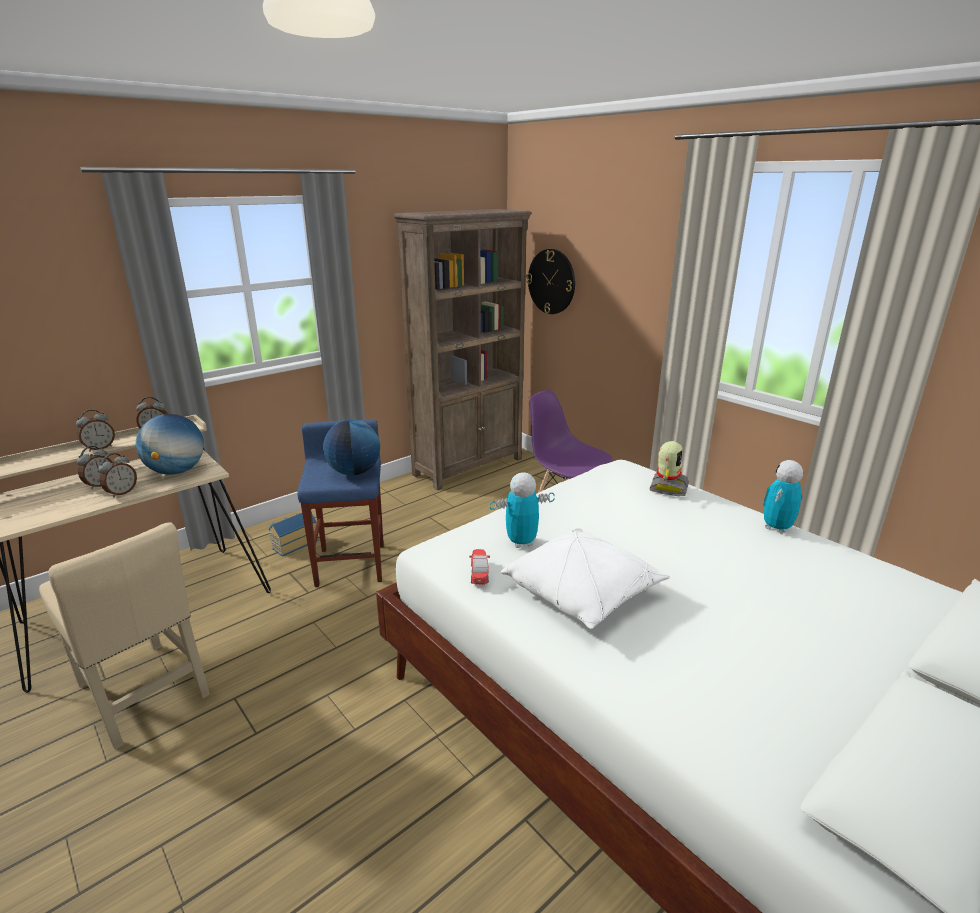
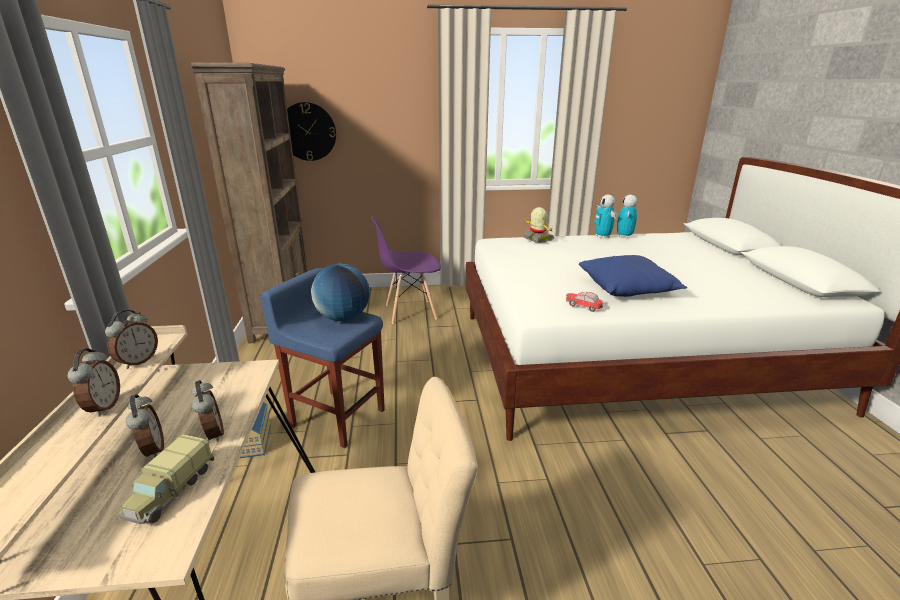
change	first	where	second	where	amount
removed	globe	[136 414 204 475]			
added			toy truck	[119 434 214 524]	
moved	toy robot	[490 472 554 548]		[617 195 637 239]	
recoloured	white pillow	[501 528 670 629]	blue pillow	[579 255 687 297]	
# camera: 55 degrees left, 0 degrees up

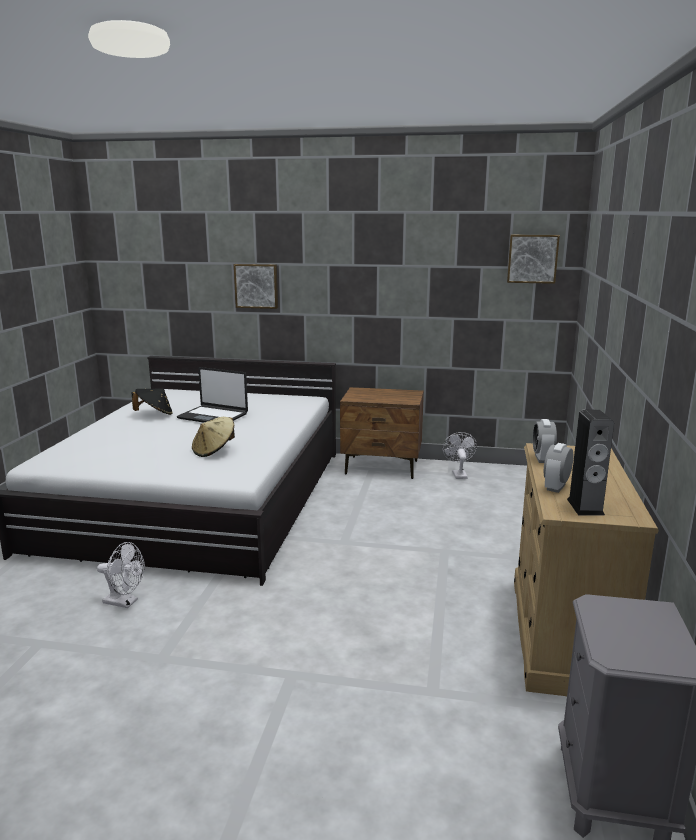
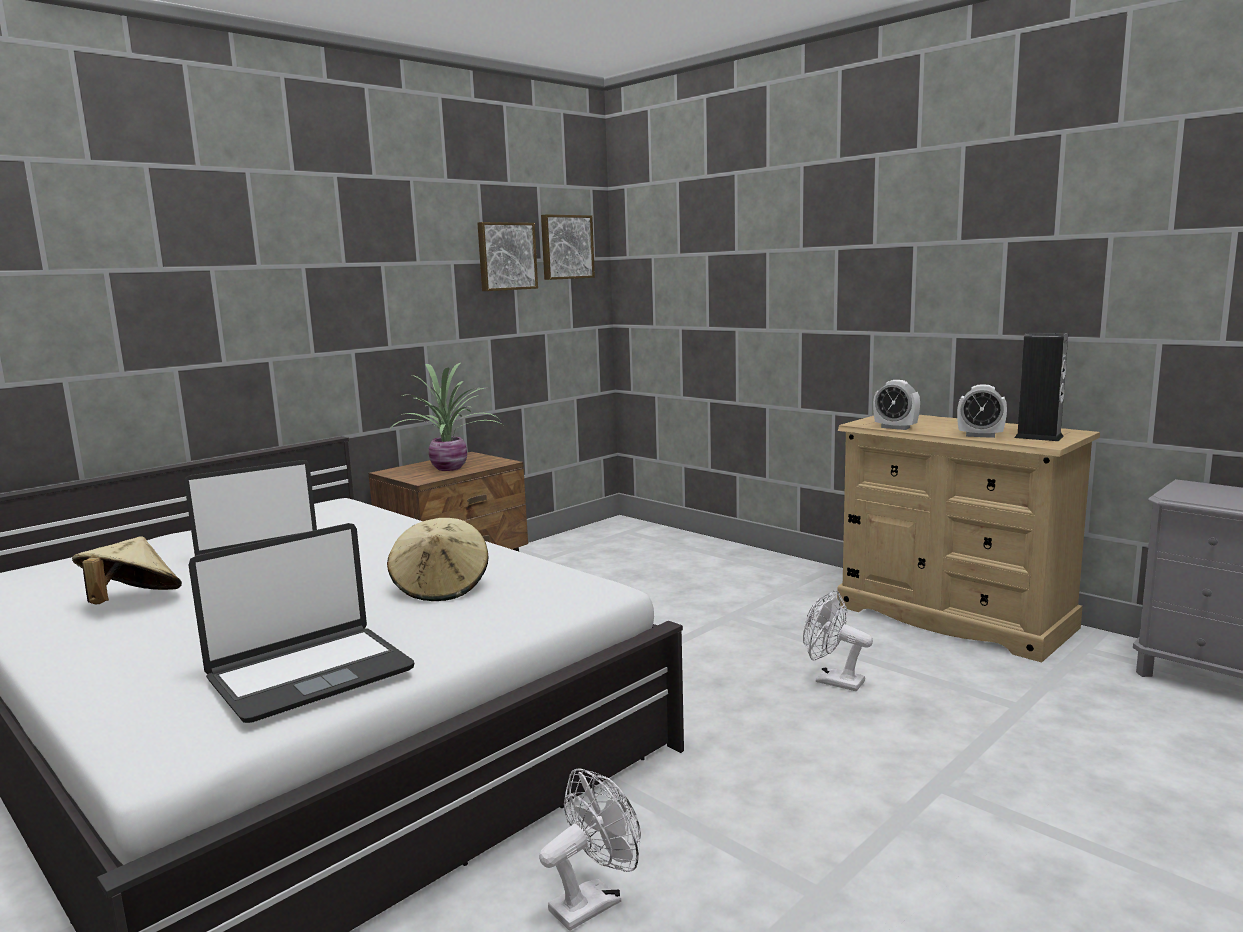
change	first	where	second	where	amount
added			laptop	[189 523 414 723]	
added			potted plant	[391 363 503 471]	
moved	picture	[234 264 278 309]		[477 222 538 291]	
moved	white fan	[443 432 477 479]		[803 590 873 691]	
recoloured	black hat	[132 388 173 415]	beige hat	[72 536 182 605]	
turned	alarm clock	[544 443 573 493]		[957 384 1007 438]	45 degrees counterclockwise
# camera: 55 degrees left, 5 degrees down

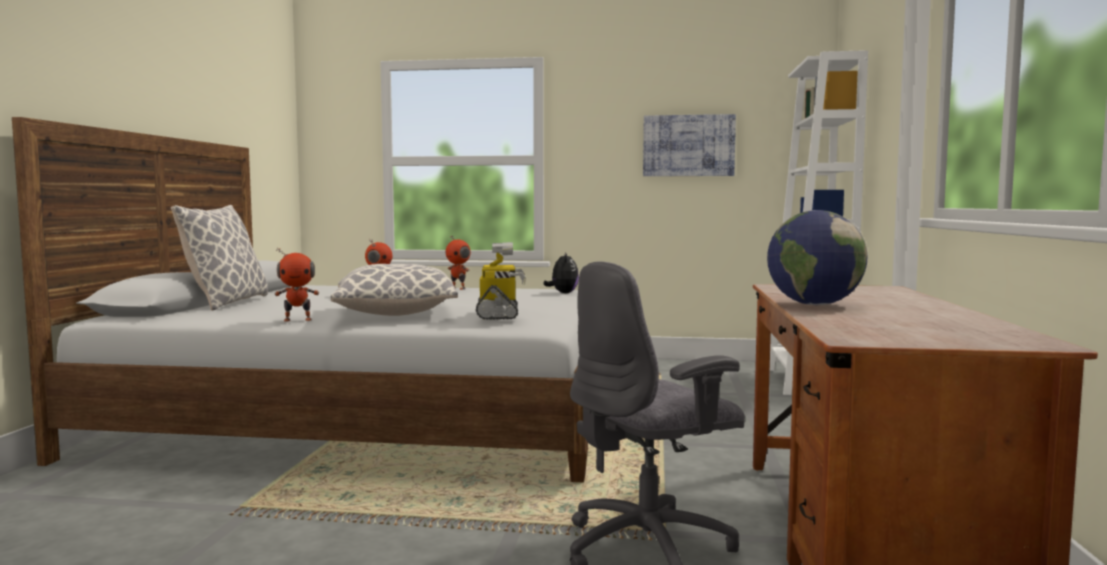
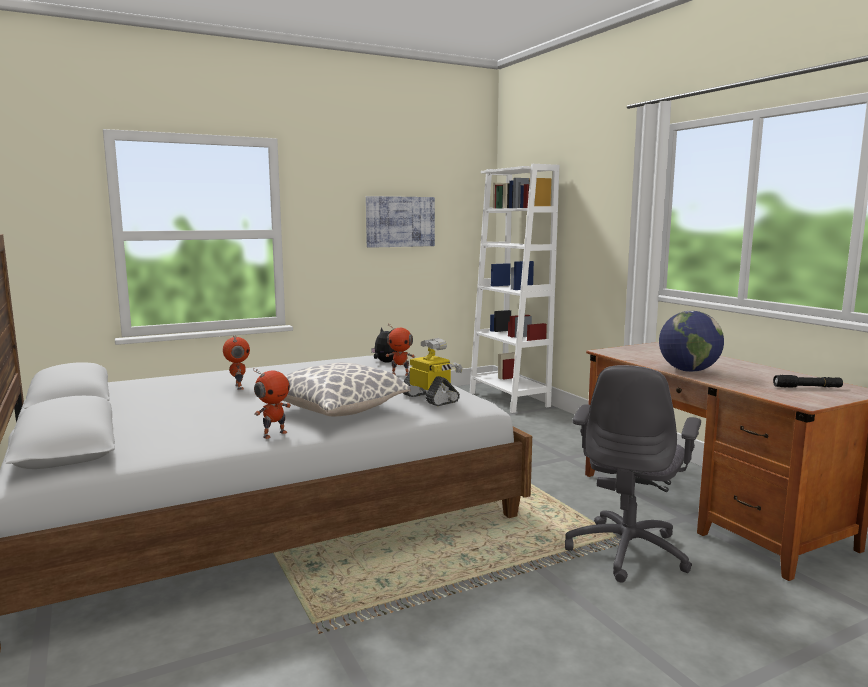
change	first	where	second	where	amount
removed	pillow	[171 205 268 311]			
added			black flashlight	[773 375 843 388]	
moved	toy robot	[446 235 471 290]		[386 323 415 376]	
# camera: 35 degrees left, 5 degrees up

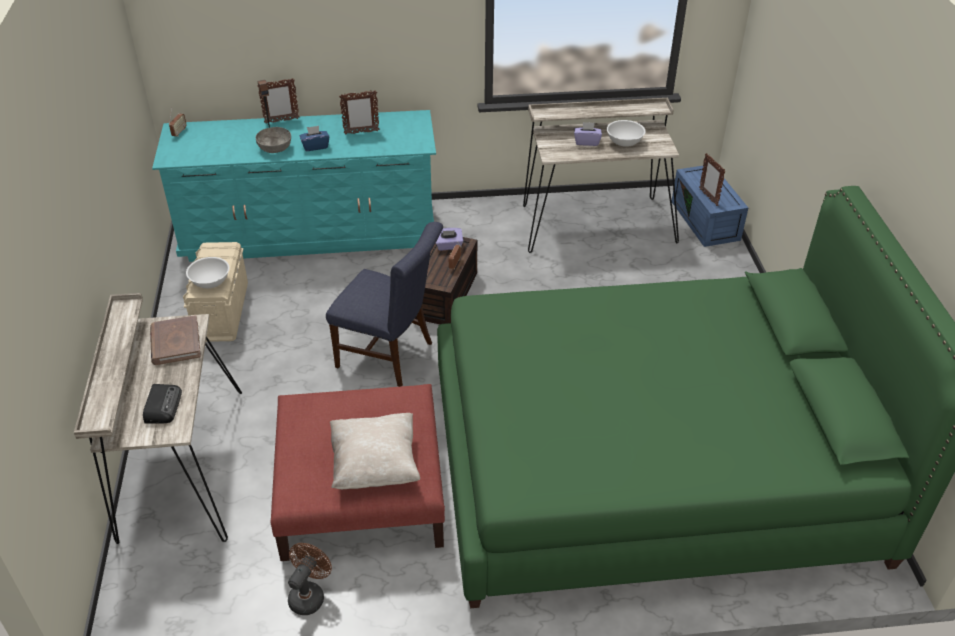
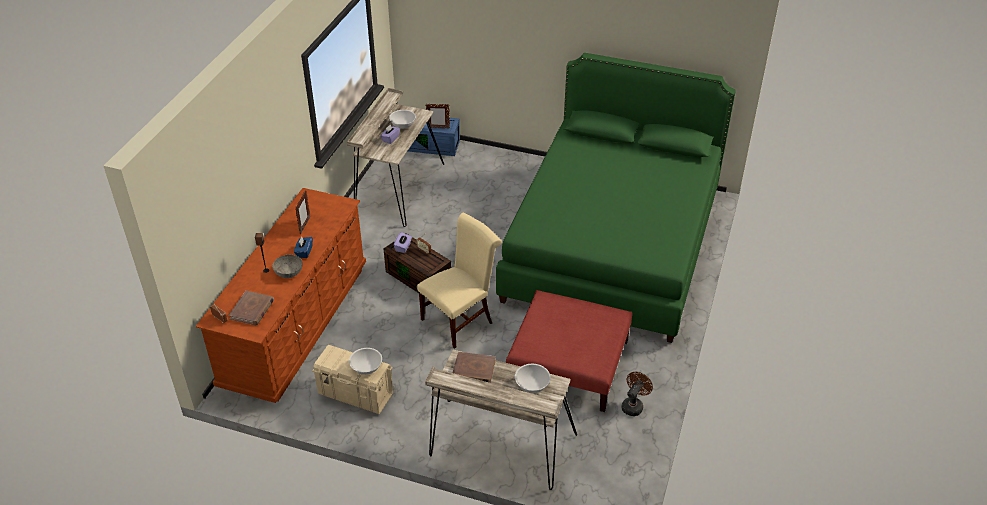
change	first	where	second	where	amount
removed	picture frame	[257 78 299 124]			
removed	beige pillow	[330 413 420 489]			
added			brown book	[229 291 274 325]	
replaced	radio	[143 384 182 423]	white bowl	[515 364 551 393]	
recoloured	turquoise dresser	[152 110 436 262]	brown dresser	[196 188 366 403]	
recoloured	blue chair	[326 222 443 387]	beige chair	[417 212 502 349]	
turned	brown fan	[288 543 332 615]		[621 372 653 416]	75 degrees clockwise
# camera: 65 degrees left, 0 degrees up

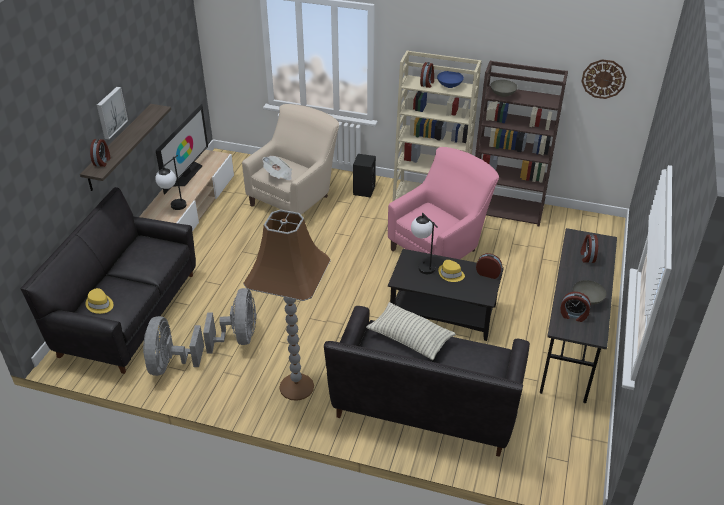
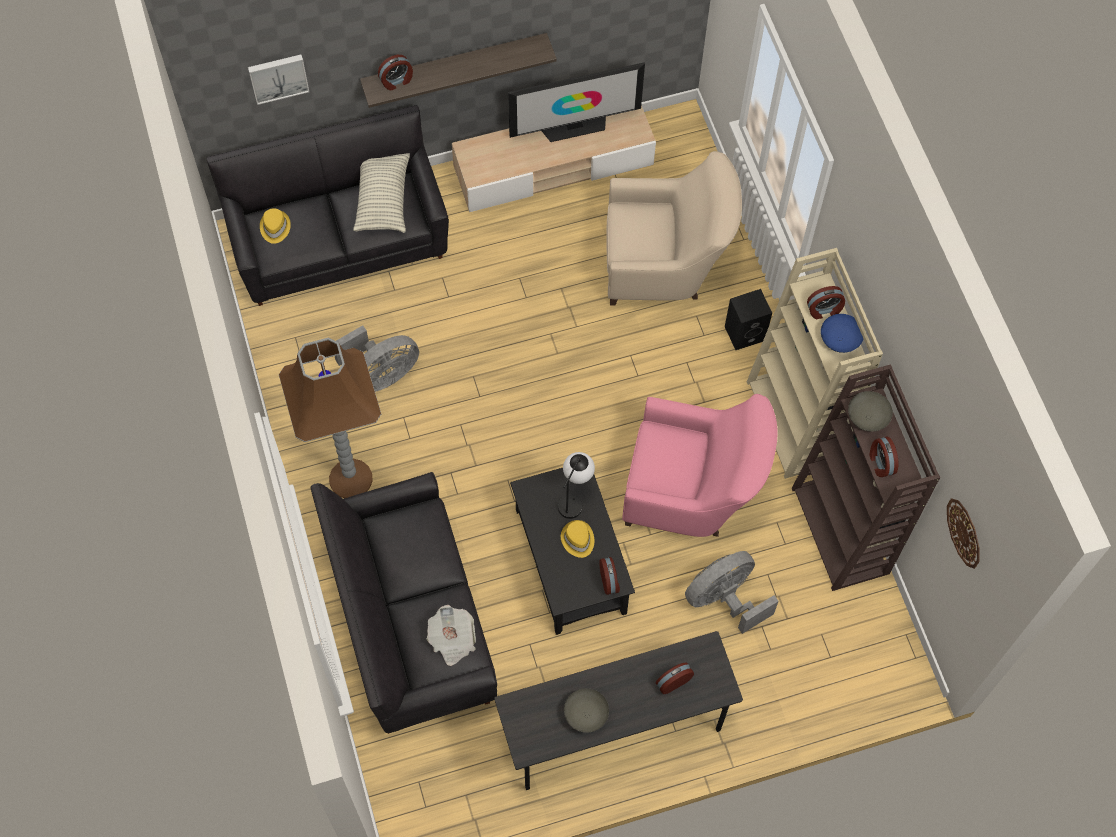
change	first	where	second	where	amount
removed	table lamp	[155 155 186 210]			
moved	picture	[97 87 128 140]		[248 55 309 105]	
moved	grey fan	[143 316 204 376]		[685 551 779 634]	
moved	newspaper	[262 156 292 181]		[427 605 476 666]	
moved	pillow	[366 302 456 360]		[353 154 410 233]	
moved	alarm clock	[560 292 591 322]		[869 437 898 477]	
# camera: 55 degrees right, 25 degrees up

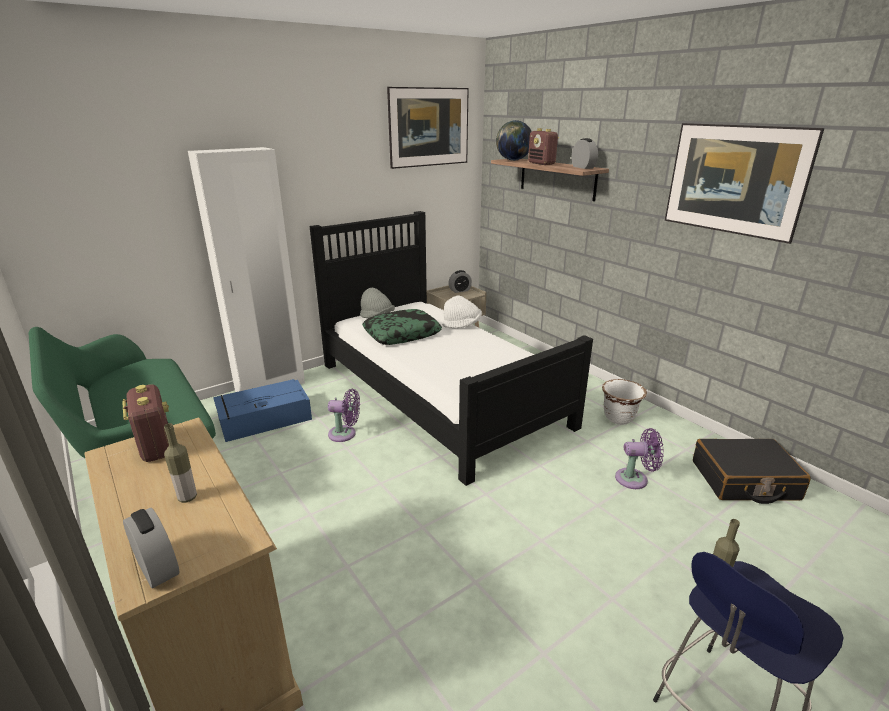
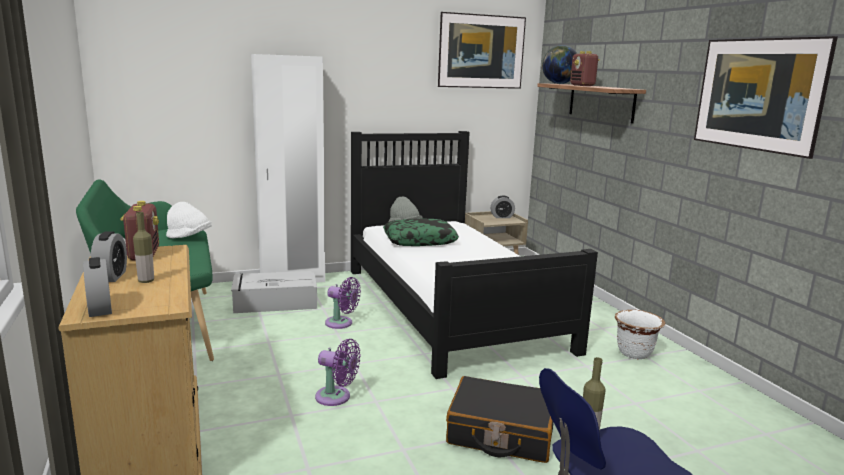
change	first	where	second	where	amount
moved	white hat	[442 295 482 329]		[166 202 212 238]	
moved	alarm clock	[572 138 598 169]		[90 231 127 282]	
moved	purple fan	[615 428 664 489]		[315 339 361 406]	
moved	black suitcase	[693 439 811 504]		[446 376 554 463]	
recoloured	blue storage box	[213 379 312 442]	grey storage box	[231 271 317 313]	
# camera: 15 degrees right, 10 degrees down

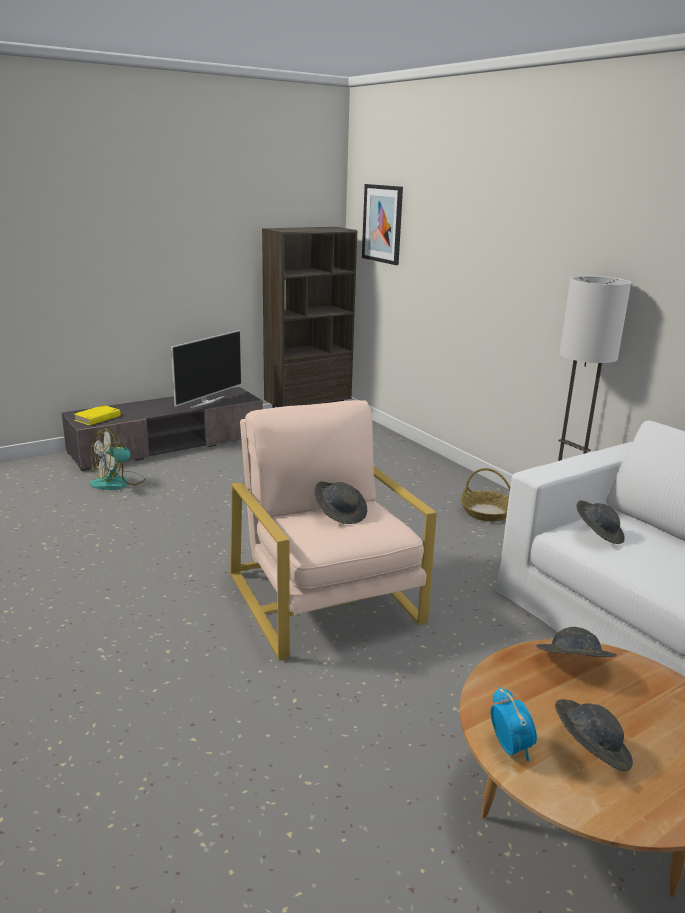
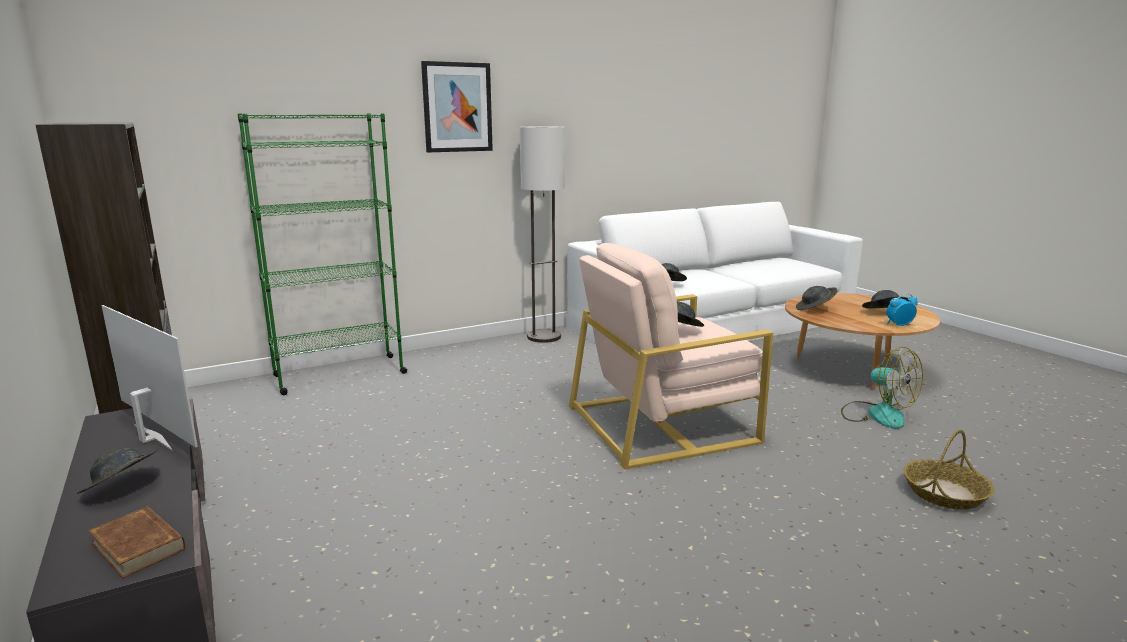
change	first	where	second	where	amount
added			grey hat	[77 448 158 494]	
added			green bookcase	[238 113 407 395]	
moved	fan	[90 429 146 490]		[841 347 923 429]	
moved	picture	[362 184 403 265]		[421 61 493 152]	
moved	basket	[461 468 510 522]		[903 430 995 510]	
recoloured	yellow book	[74 405 122 426]	brown book	[88 506 185 578]	
# camera: 85 degrees left, 5 degrees down

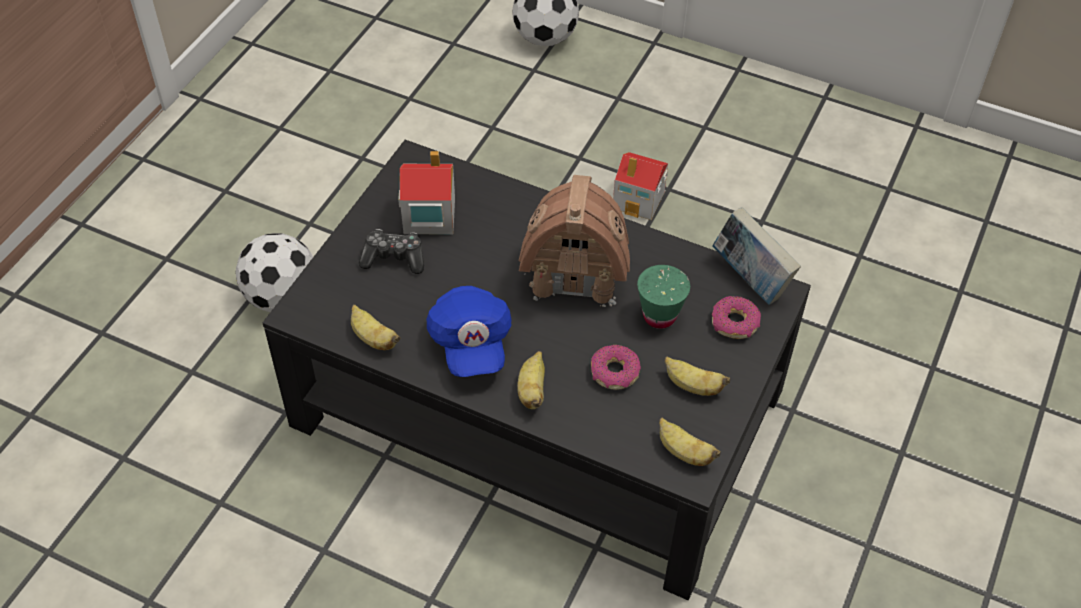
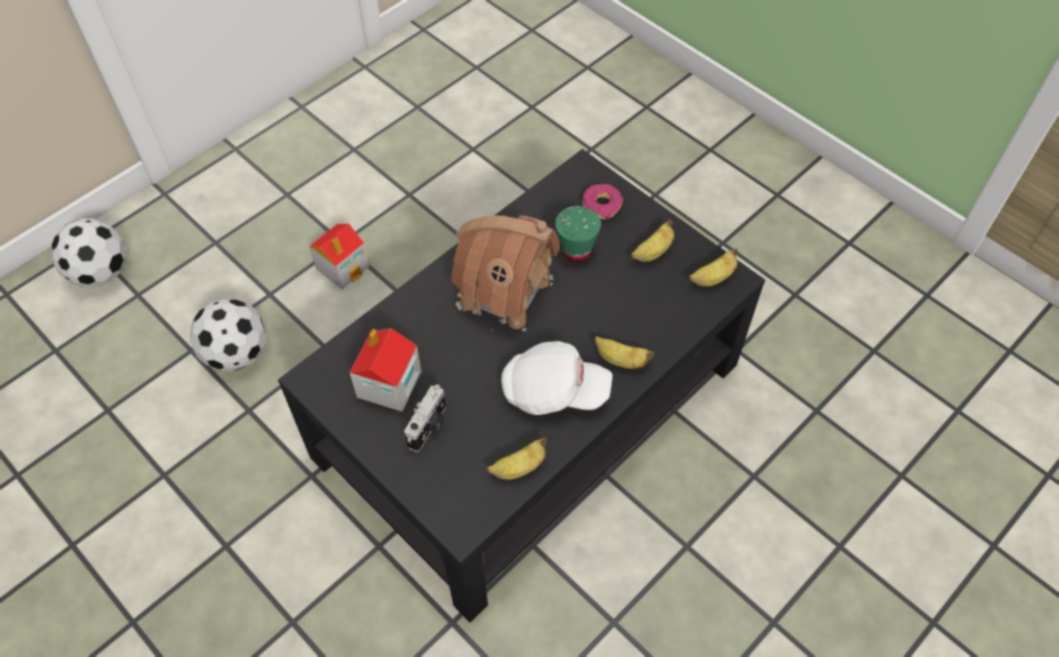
change	first	where	second	where	amount
removed	donut	[591 345 641 390]			
removed	book	[712 207 801 305]			
moved	football	[236 233 313 312]		[190 299 266 371]	
replaced	game controller	[359 229 424 274]	photo camera	[404 385 446 452]	
recoloured	blue cap	[427 286 512 377]	white cap	[501 341 612 415]	
# camera: 70 degrees left, 5 degrees up

